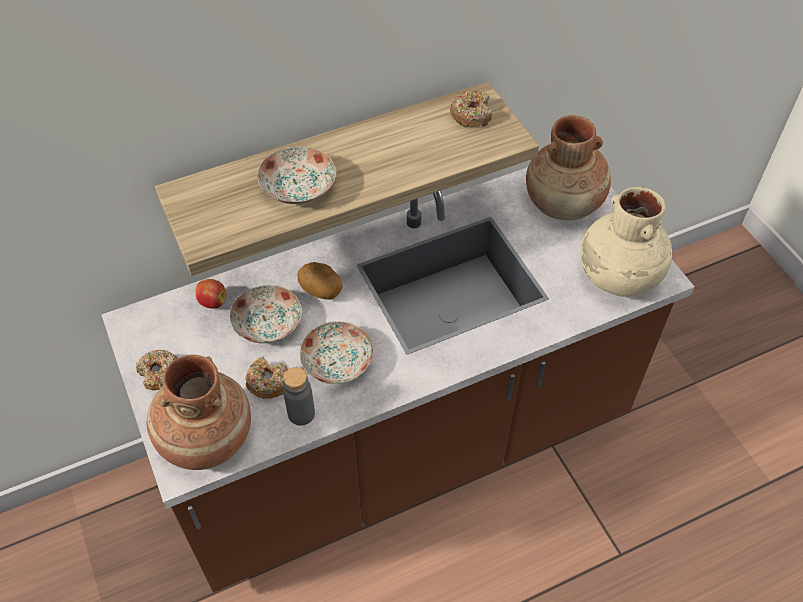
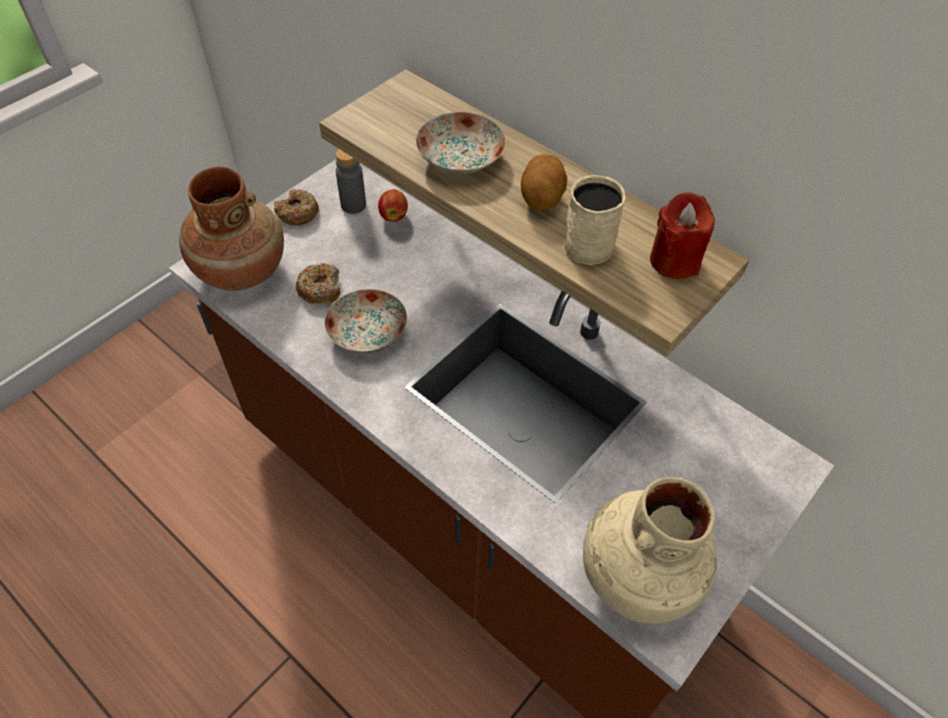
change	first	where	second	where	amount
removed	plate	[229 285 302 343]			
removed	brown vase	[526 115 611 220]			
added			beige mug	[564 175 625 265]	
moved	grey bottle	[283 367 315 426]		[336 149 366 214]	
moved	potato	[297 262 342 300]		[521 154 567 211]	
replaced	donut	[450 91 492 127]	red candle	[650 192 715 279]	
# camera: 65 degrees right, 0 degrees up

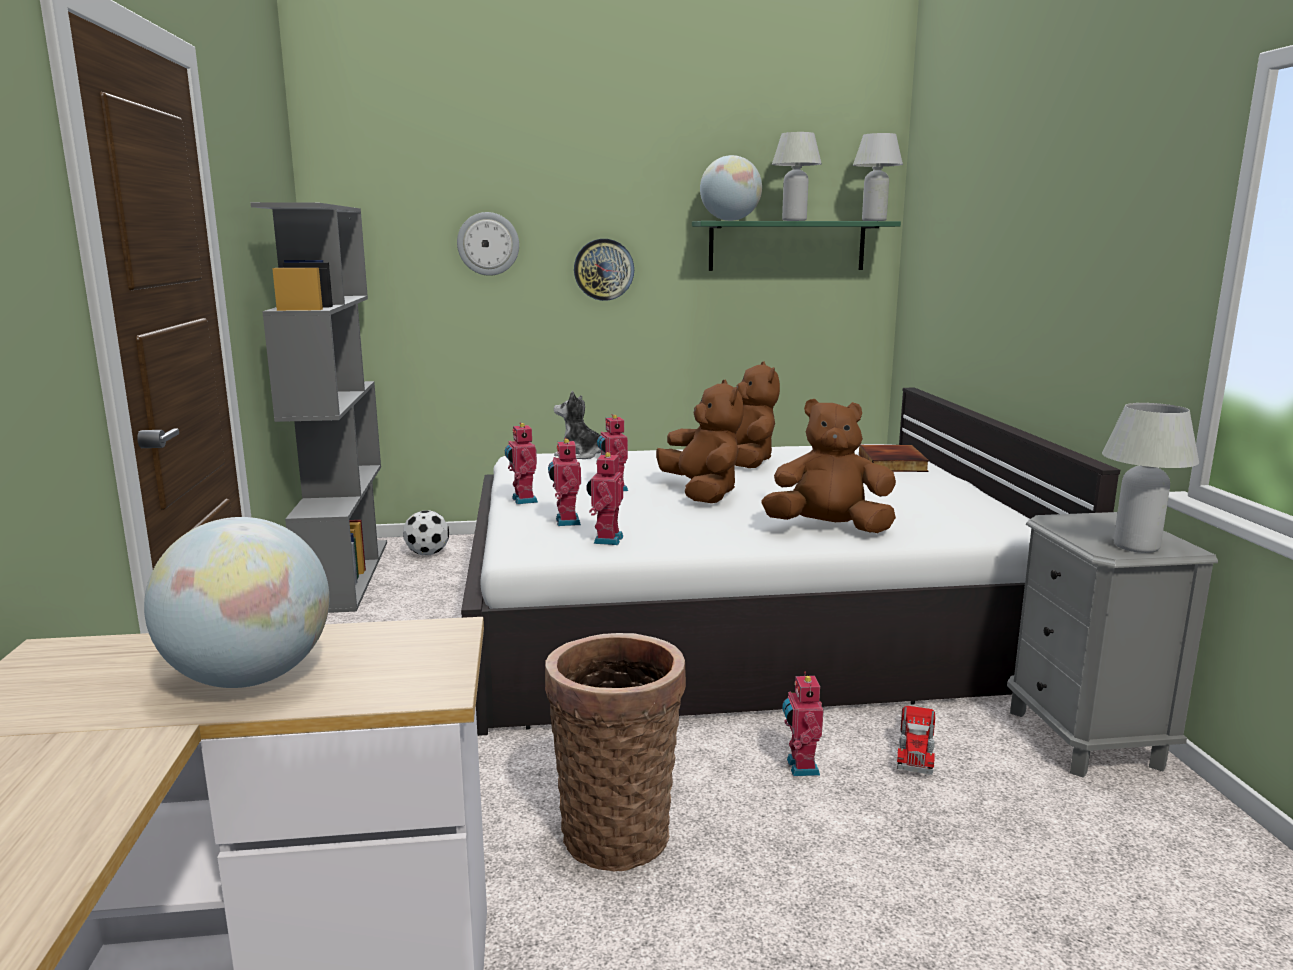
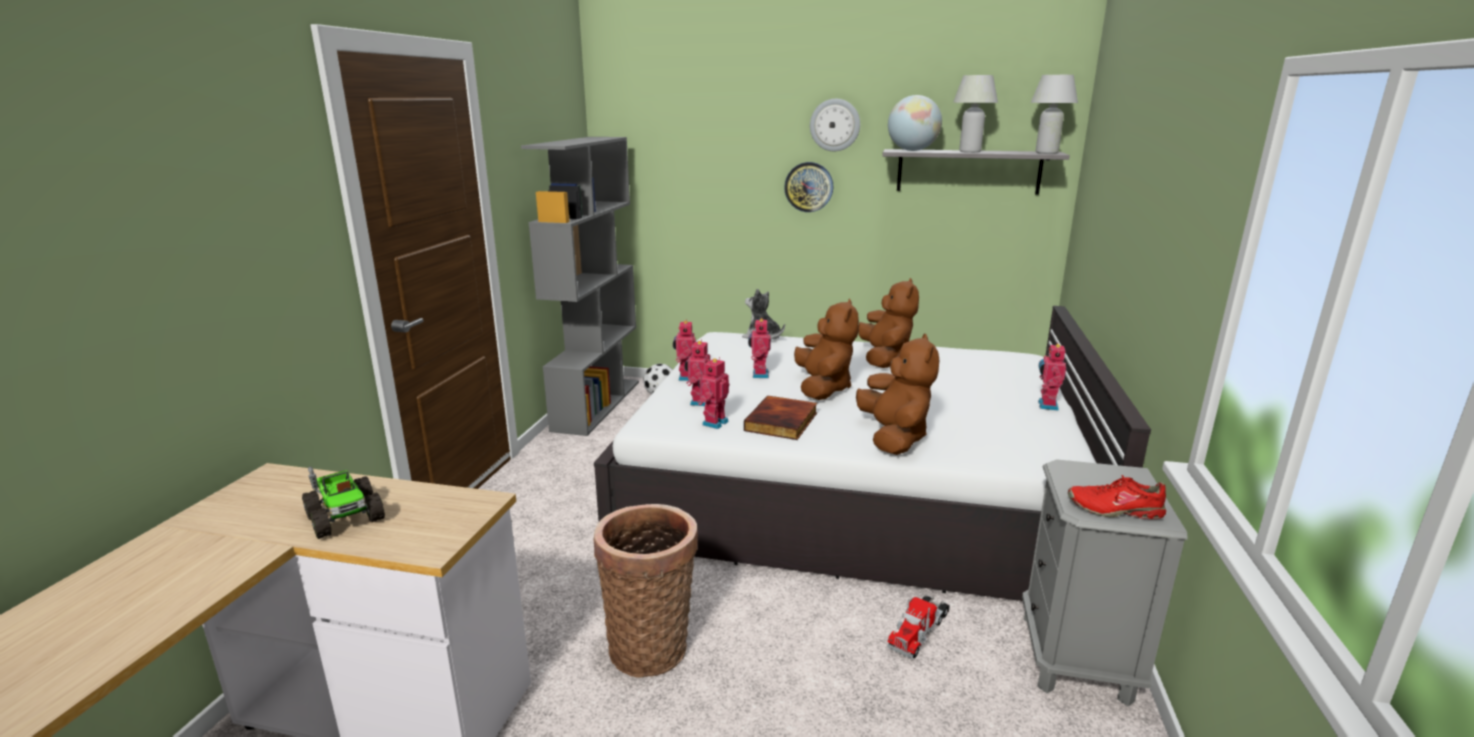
change	first	where	second	where	amount
moved	wall clock	[457 212 519 276]		[810 99 860 151]	
moved	toy robot	[782 672 824 776]		[1038 343 1066 411]	
moved	book	[859 445 929 472]		[744 395 817 440]	
replaced	globe	[144 517 329 688]	toy truck	[302 467 385 539]	
replaced	white table lamp	[1102 403 1199 553]	red shoe	[1068 475 1166 519]	
recoloured	green shelf	[692 221 901 271]	grey shelf	[882 149 1070 195]	
turned	brown plush toy	[761 399 896 533]		[856 334 939 455]	60 degrees clockwise
# camera: 20 degrees right, 5 degrees up

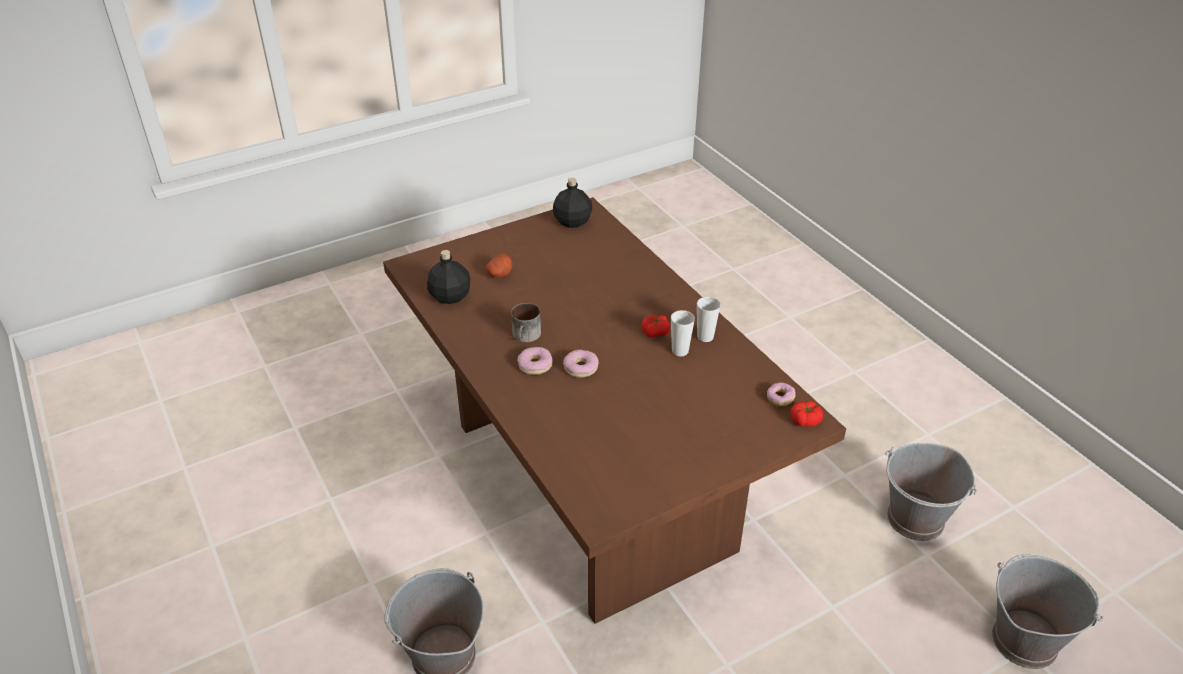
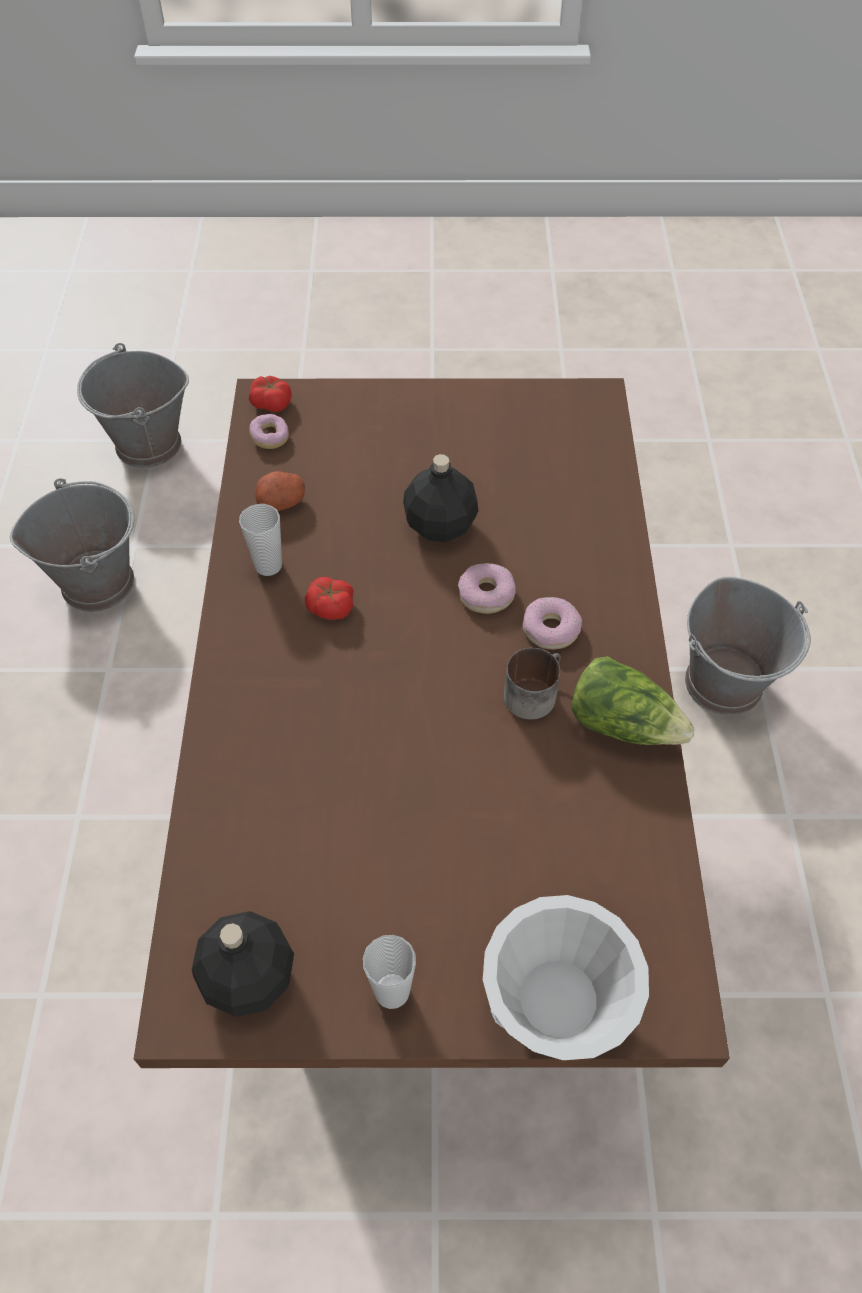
change	first	where	second	where	amount
added			white bowl	[483 895 649 1060]	
added			lettuce	[571 656 694 745]	
moved	black bottle	[427 250 470 304]		[403 454 478 542]	
moved	potato	[486 254 513 277]		[254 471 305 511]	
moved	cup	[671 310 695 356]		[363 935 416 1009]	
# camera: 150 degrees left, 15 degrees up

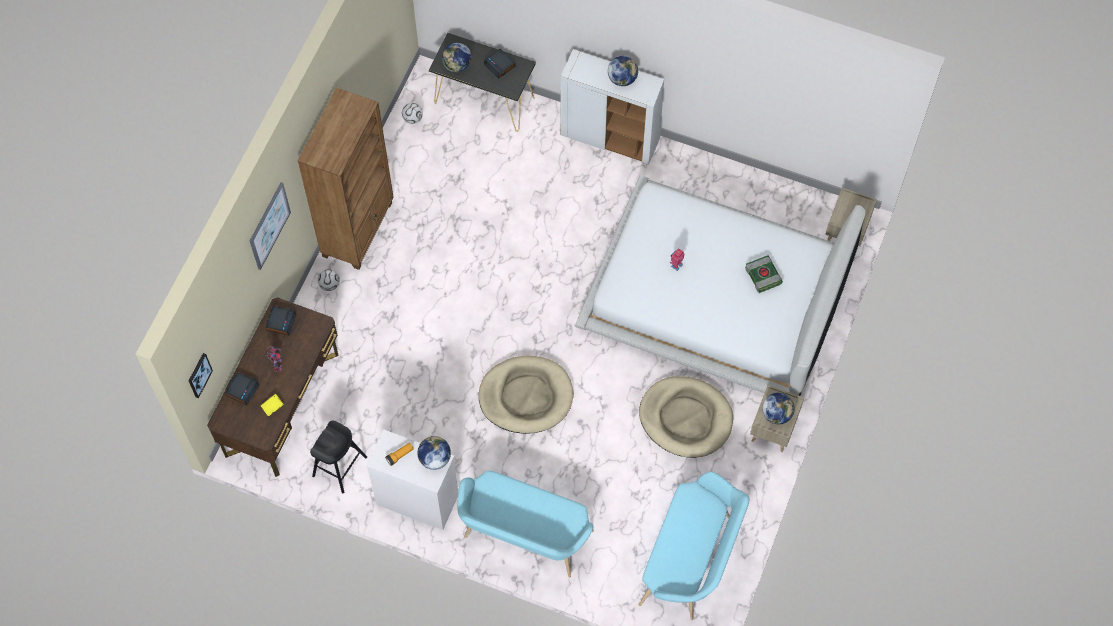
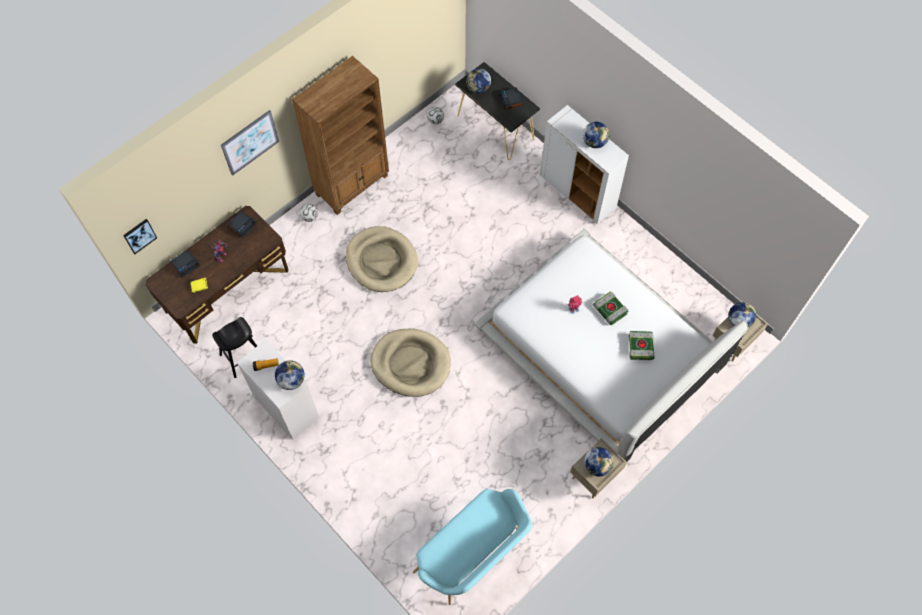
change	first	where	second	where	amount
removed	turquoise bench	[457 470 594 577]			
added			book	[593 291 628 325]	
added			globe	[728 302 756 328]	
moved	beige dog bed	[639 376 733 458]		[346 226 418 292]	
# camera: 25 degrees right, 0 degrees up

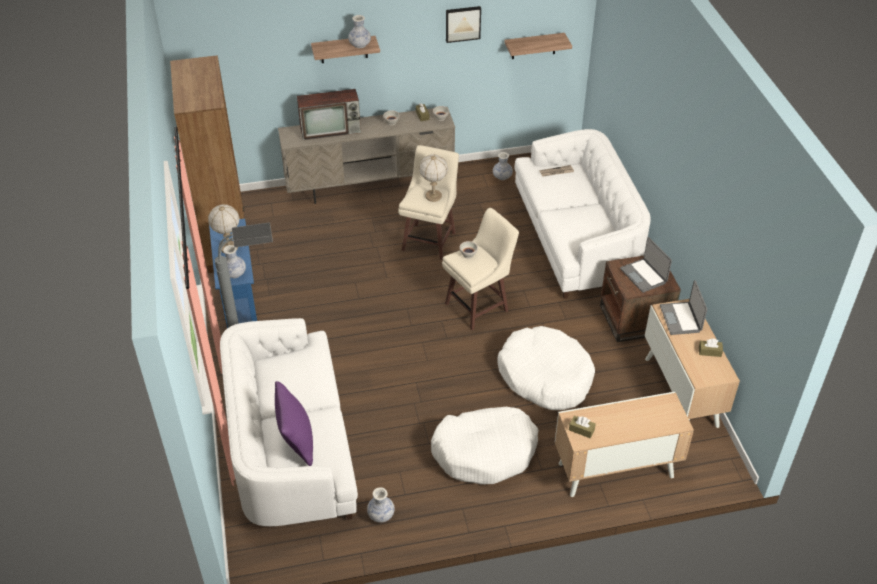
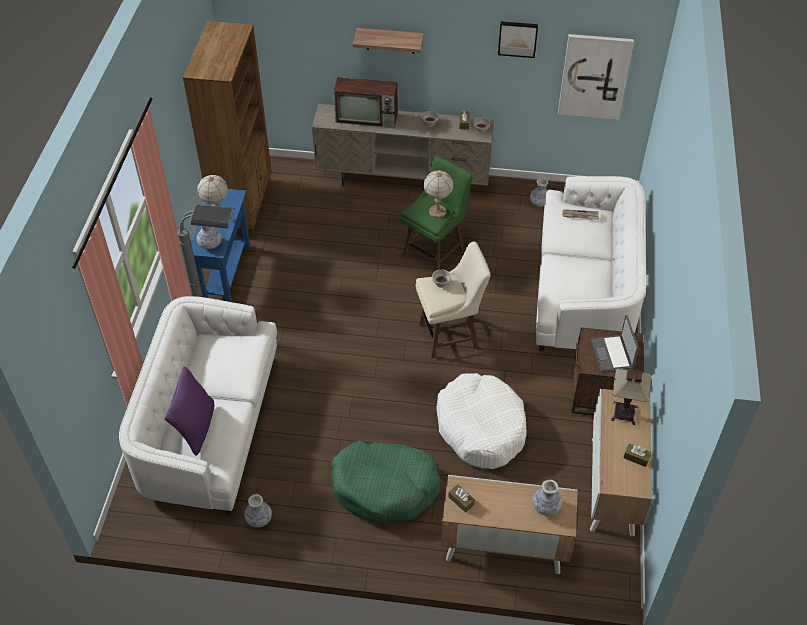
change	first	where	second	where	amount
moved	vase	[348 15 371 48]		[532 480 562 516]	
replaced	shelf	[504 33 572 59]	picture	[558 34 634 119]	
replaced	laptop	[660 280 707 335]	table lamp	[611 368 651 425]	
recoloured	beige stool	[398 145 459 260]	green stool	[400 156 473 271]	
recoloured	white dog bed	[431 407 539 485]	green dog bed	[331 441 441 523]	
# camera: 20 degrees right, 5 degrees up

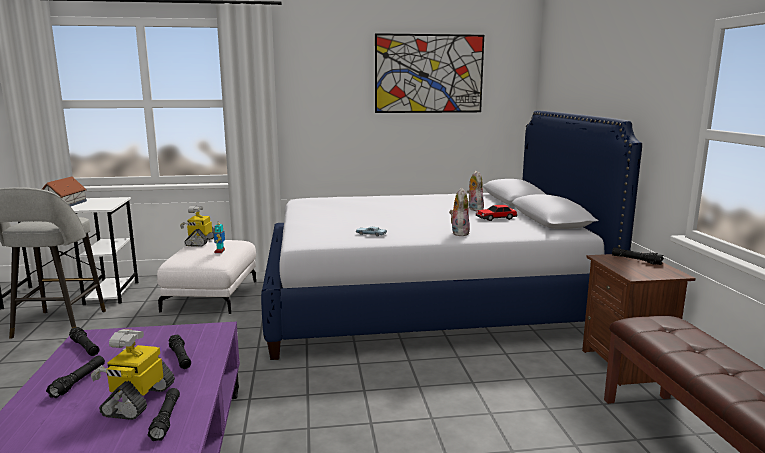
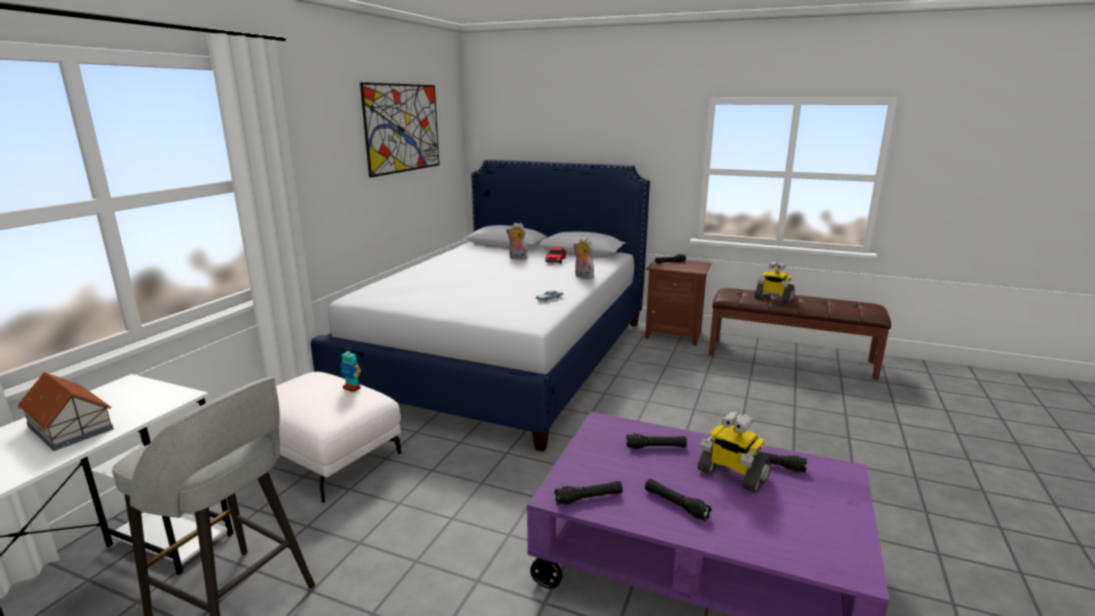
change	first	where	second	where	amount
moved	toy robot	[180 206 215 247]		[754 261 795 304]	
# camera: 60 degrees left, 5 degrees up

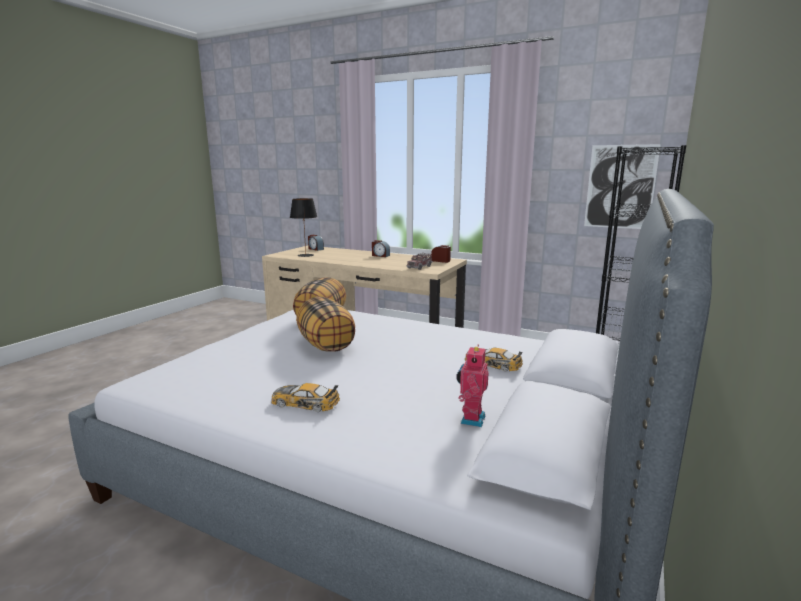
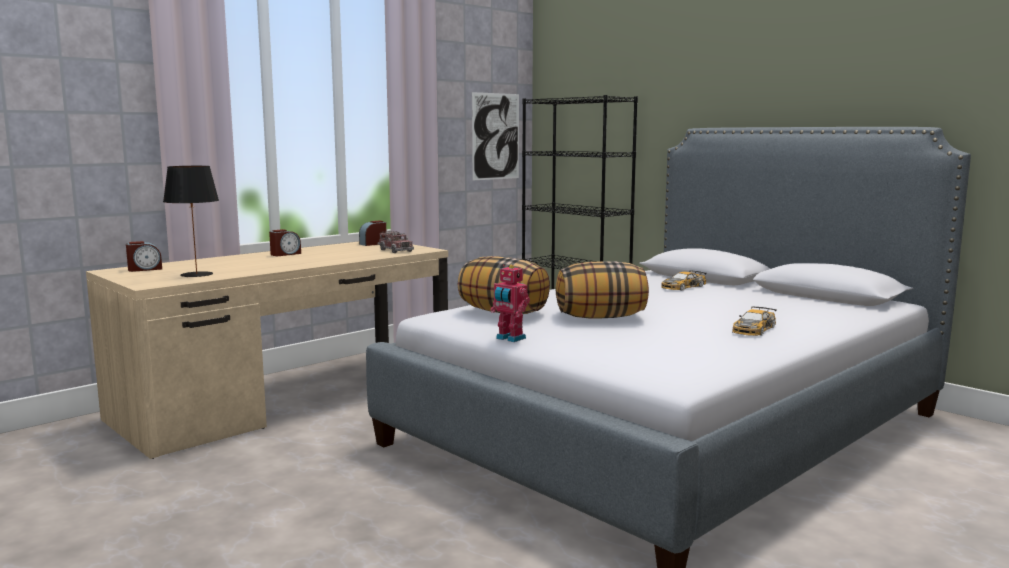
change	first	where	second	where	amount
moved	toy robot	[456 345 489 427]		[490 265 530 342]	
# camera: 70 degrees left, 5 degrees down

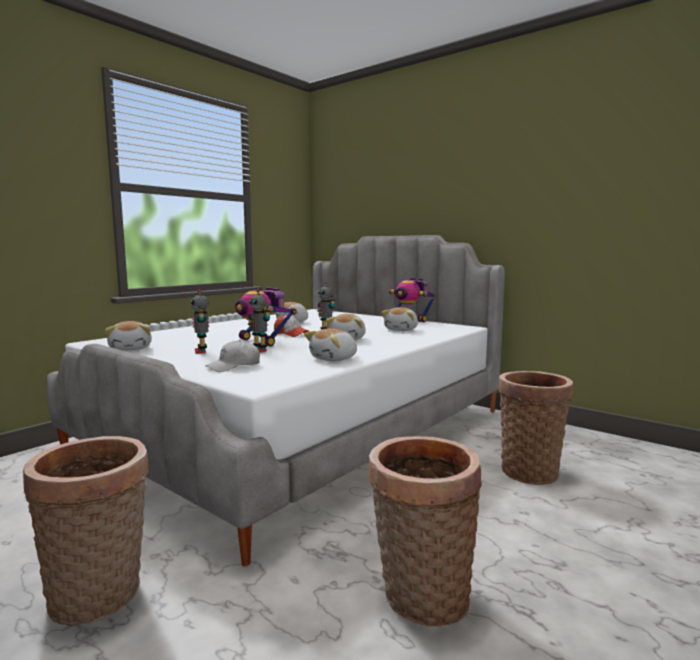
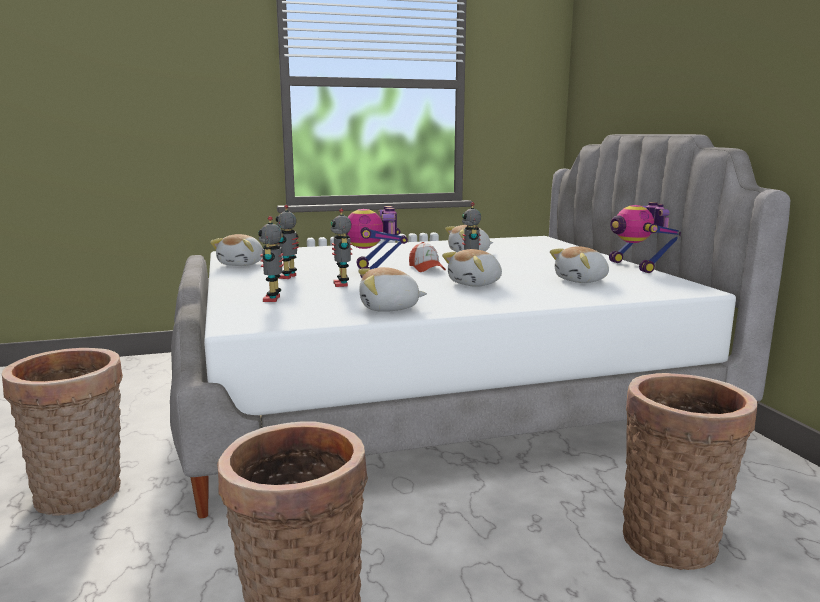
change	first	where	second	where	amount
replaced	white cap	[205 340 260 372]	toy robot	[258 216 284 302]	
# camera: 35 degrees right, 5 degrees up

